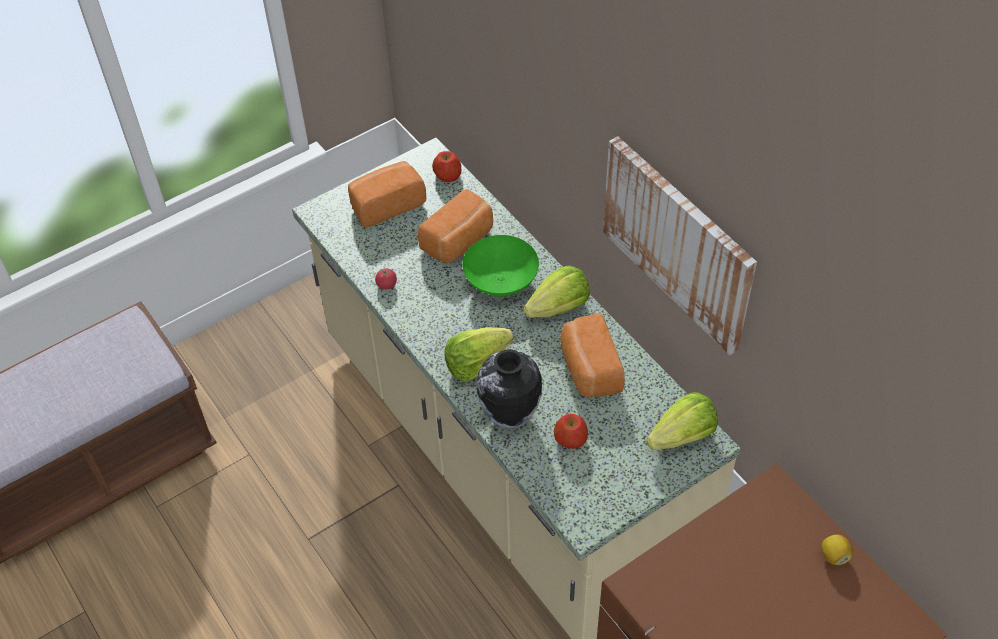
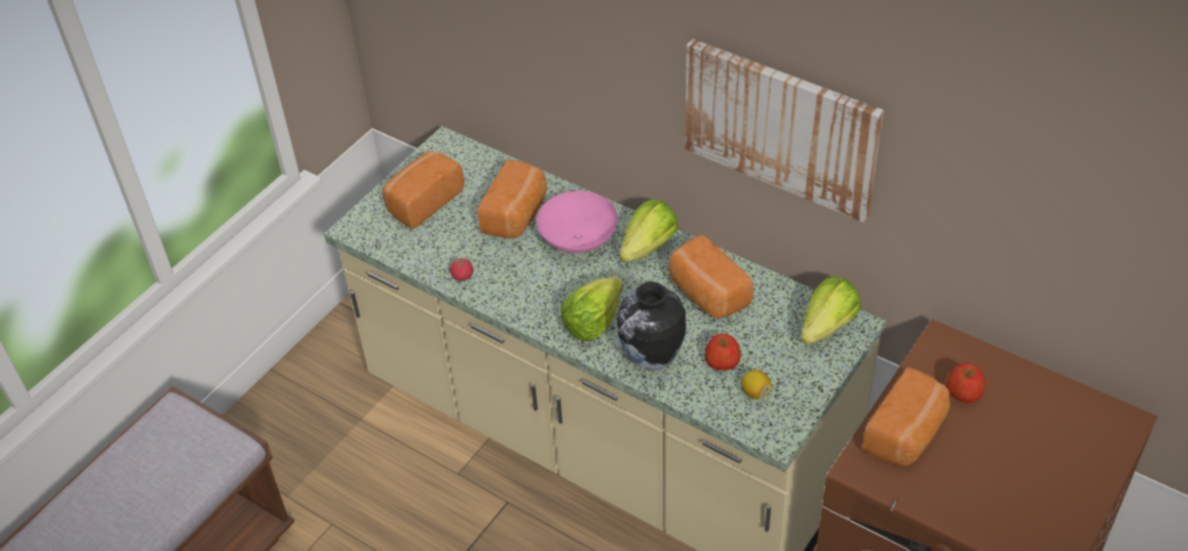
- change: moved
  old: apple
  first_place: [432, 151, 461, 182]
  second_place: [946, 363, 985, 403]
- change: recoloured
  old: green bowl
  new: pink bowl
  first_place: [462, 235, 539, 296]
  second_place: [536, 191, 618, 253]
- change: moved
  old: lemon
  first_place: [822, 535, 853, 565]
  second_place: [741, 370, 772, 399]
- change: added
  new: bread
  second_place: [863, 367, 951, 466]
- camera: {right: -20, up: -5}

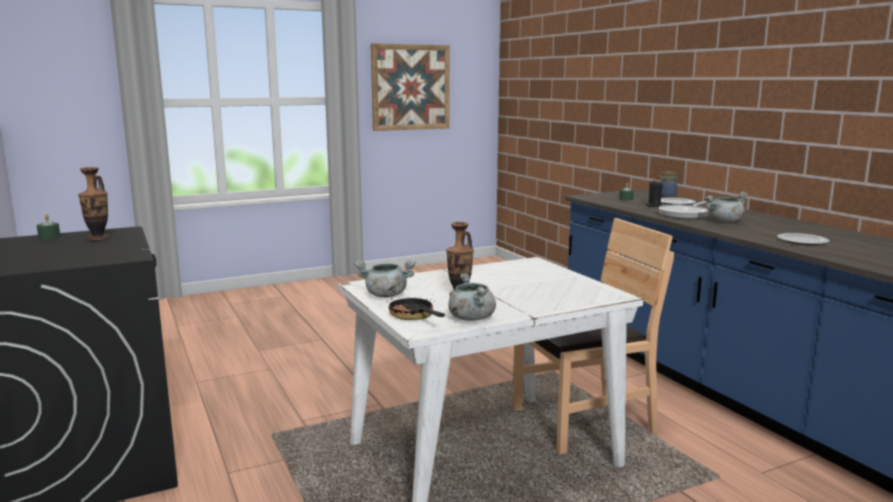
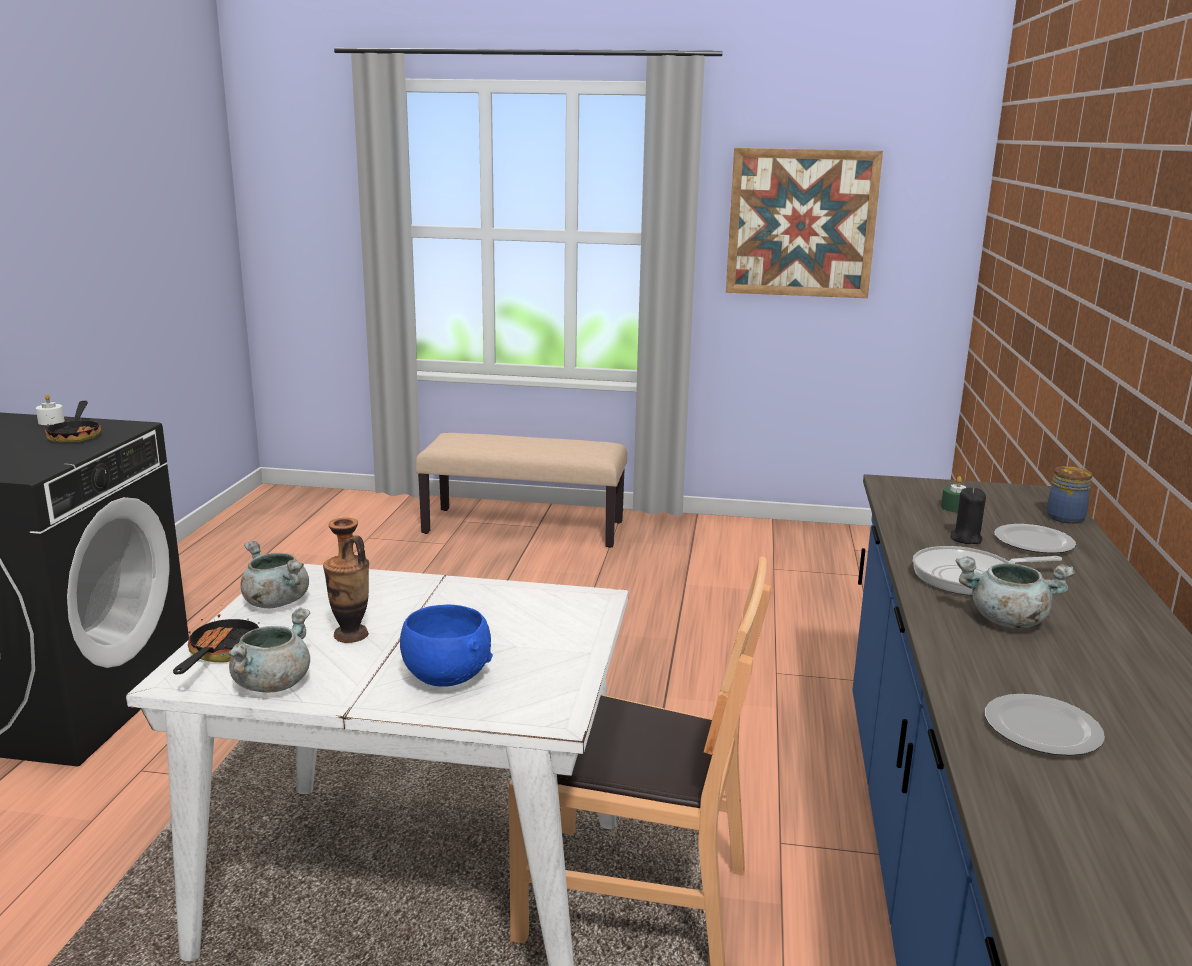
- change: recoloured
  old: green candle
  new: white candle
  first_place: [37, 214, 60, 239]
  second_place: [36, 394, 65, 425]
- change: replaced
  old: vase
  new: frying pan
  first_place: [78, 167, 110, 241]
  second_place: [45, 401, 101, 442]
- change: added
  new: blue bowl
  second_place: [400, 605, 493, 687]
- change: added
  new: beige bench
  second_place: [415, 433, 627, 548]
- camera: {right: 35, up: 5}

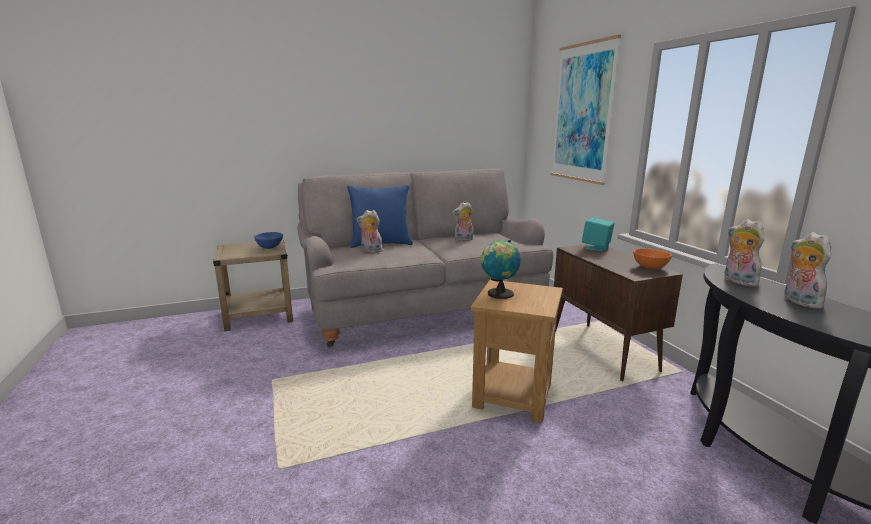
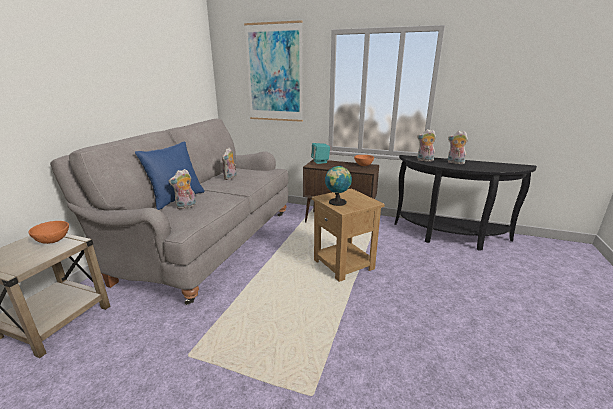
- change: recoloured
  old: blue bowl
  new: orange bowl
  first_place: [255, 232, 283, 249]
  second_place: [28, 221, 69, 244]
- camera: {right: -50, up: 5}

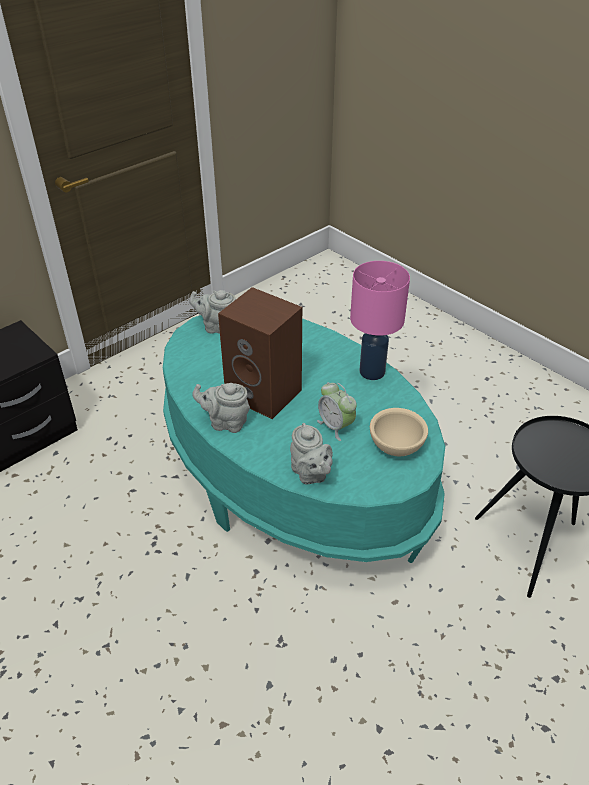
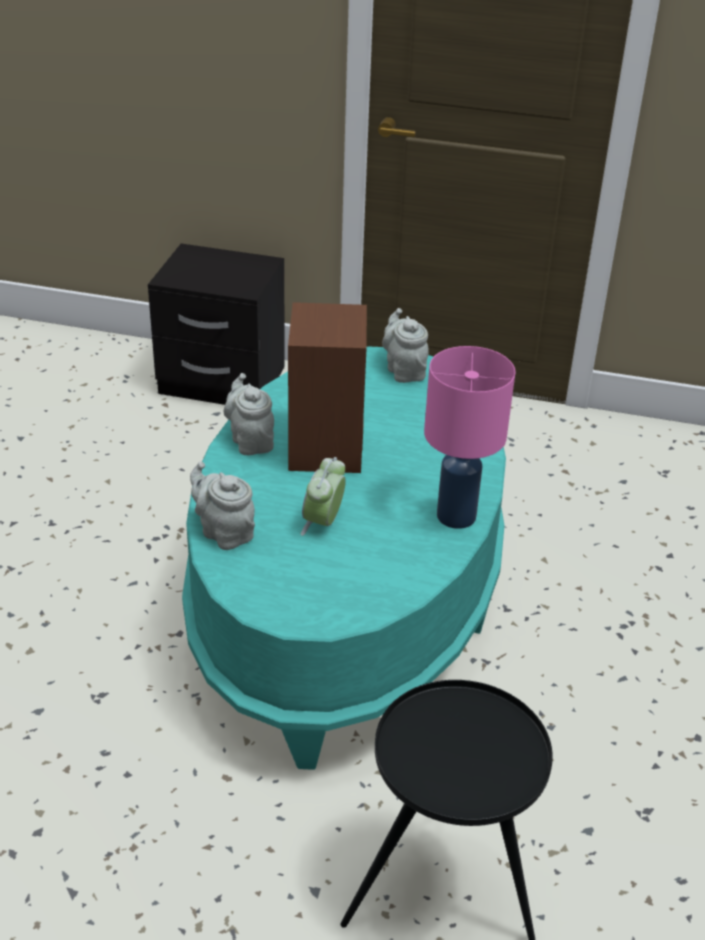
- change: turned
  old: grey teapot
  first_place: [290, 423, 333, 484]
  second_place: [190, 461, 255, 550]
  degrees: 105
- change: removed
  old: beige bowl
  first_place: [370, 408, 428, 456]
- camera: {right: 55, up: -5}

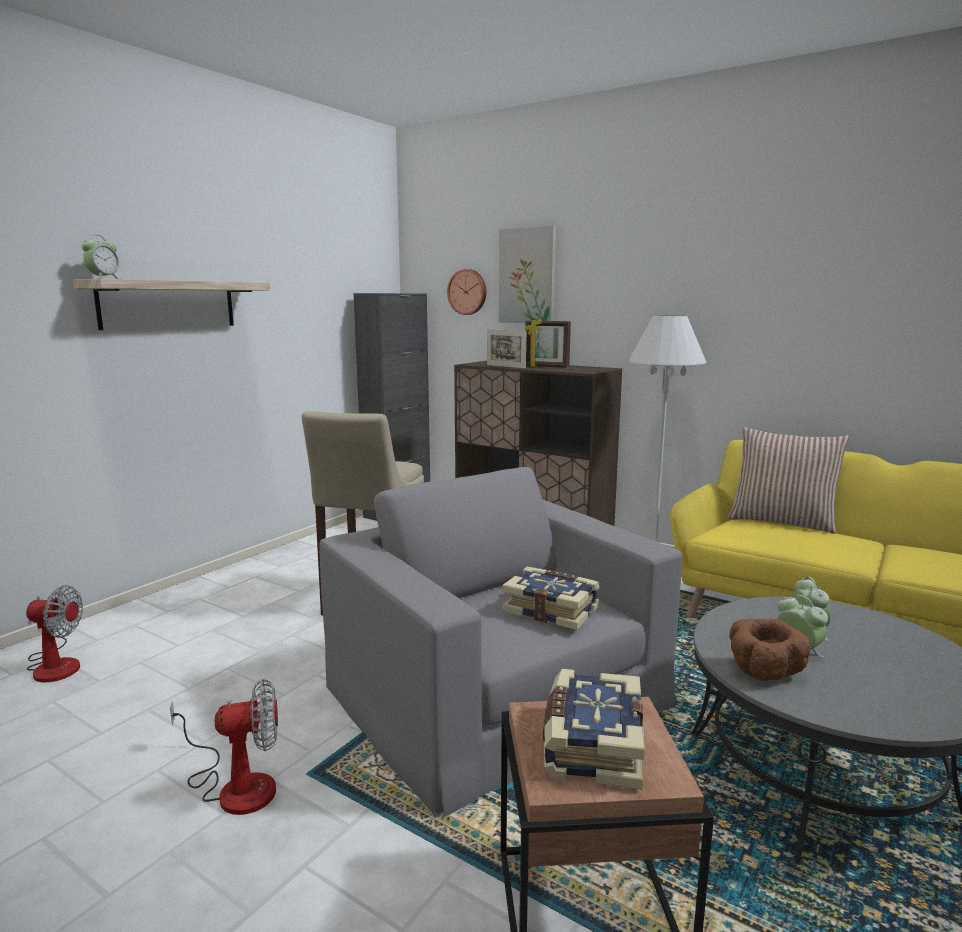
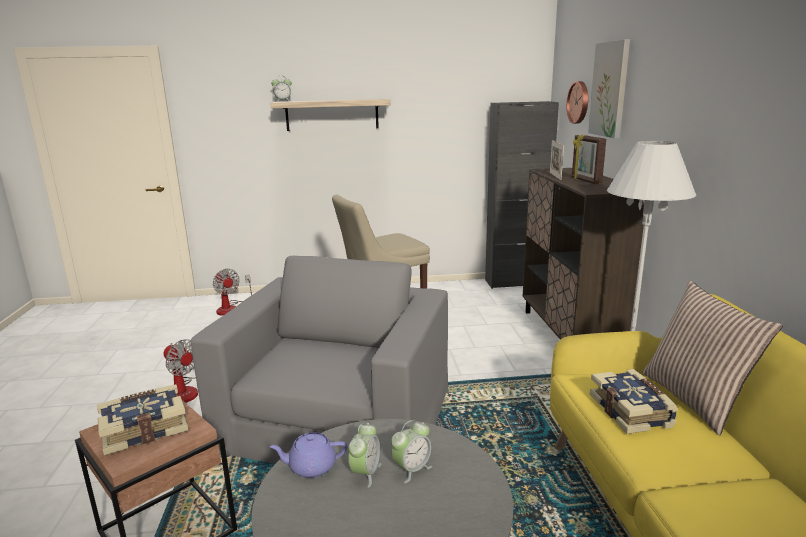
- change: moved
  old: book
  first_place: [502, 567, 599, 630]
  second_place: [590, 369, 678, 434]
- change: replaced
  old: brown bowl
  new: purple teapot
  first_place: [729, 619, 811, 681]
  second_place: [270, 432, 347, 478]
- camera: {right: 50, up: 5}

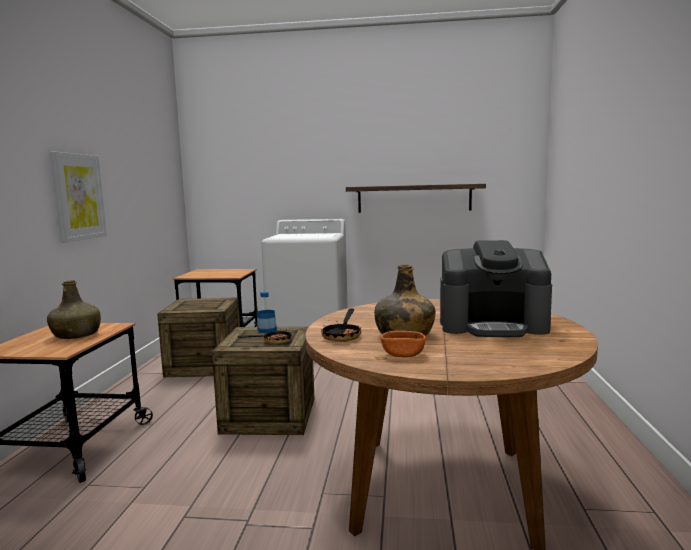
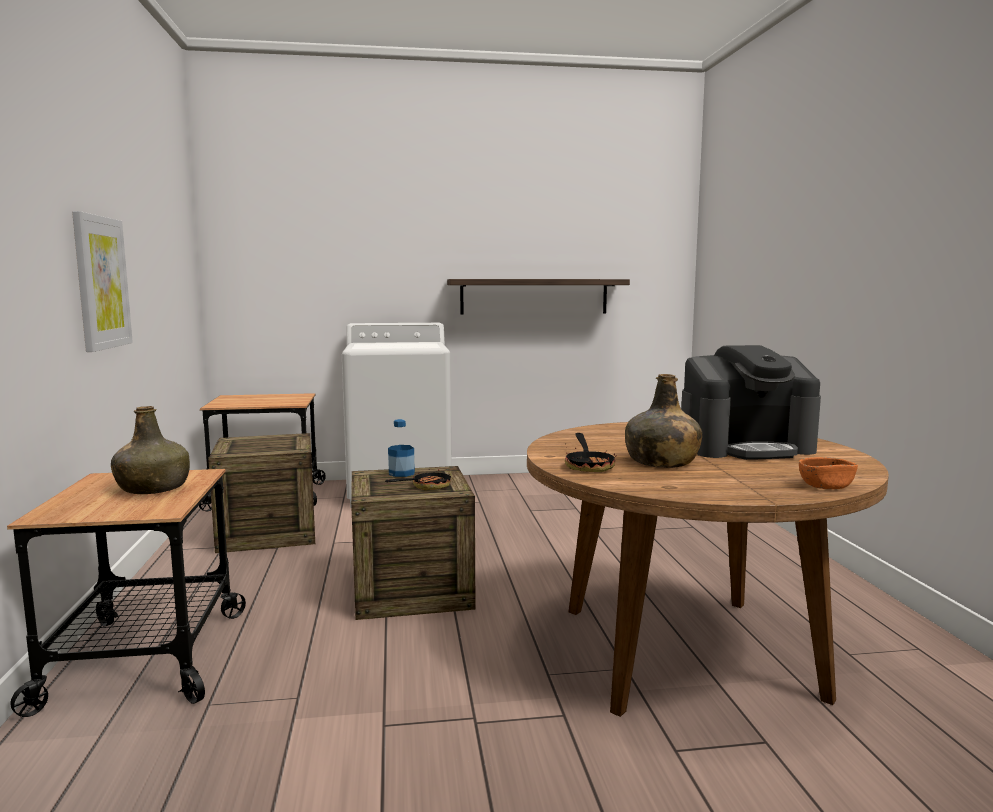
- change: moved
  old: orange bowl
  first_place: [381, 331, 426, 357]
  second_place: [799, 457, 858, 489]
- camera: {right: -15, up: 0}

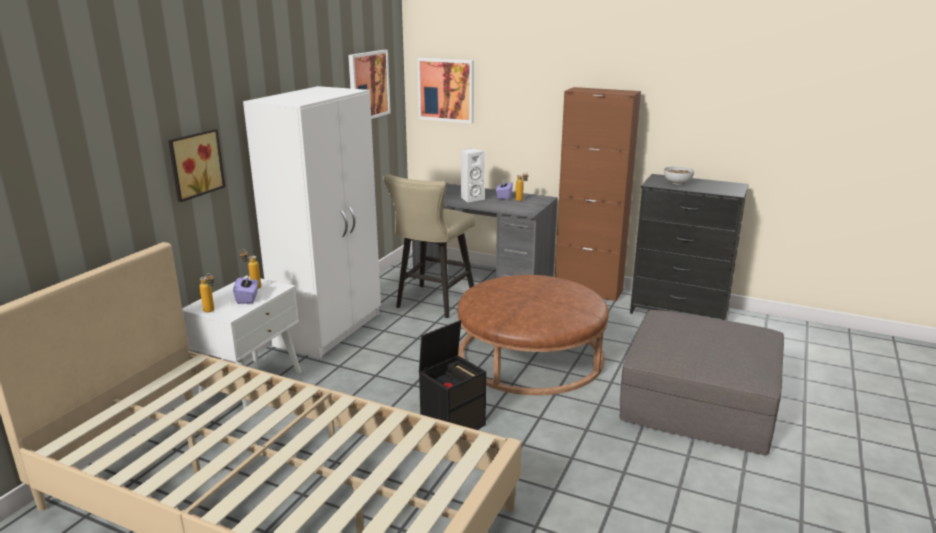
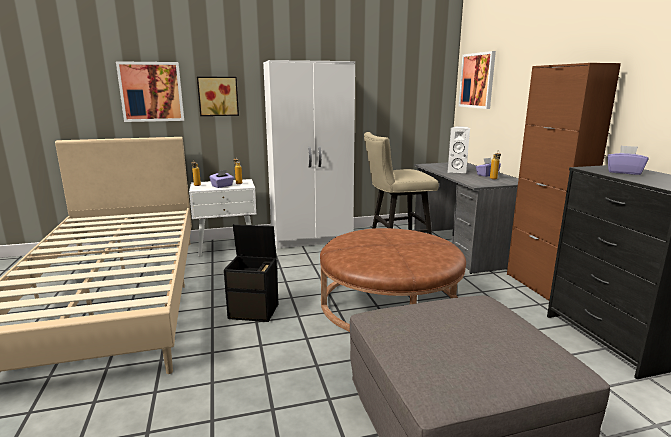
- change: moved
  old: picture
  first_place: [348, 50, 391, 119]
  second_place: [116, 61, 184, 122]
- change: replaced
  old: bowl
  new: purple tissue box
  first_place: [664, 166, 694, 185]
  second_place: [607, 146, 649, 175]
- camera: {right: 50, up: -5}

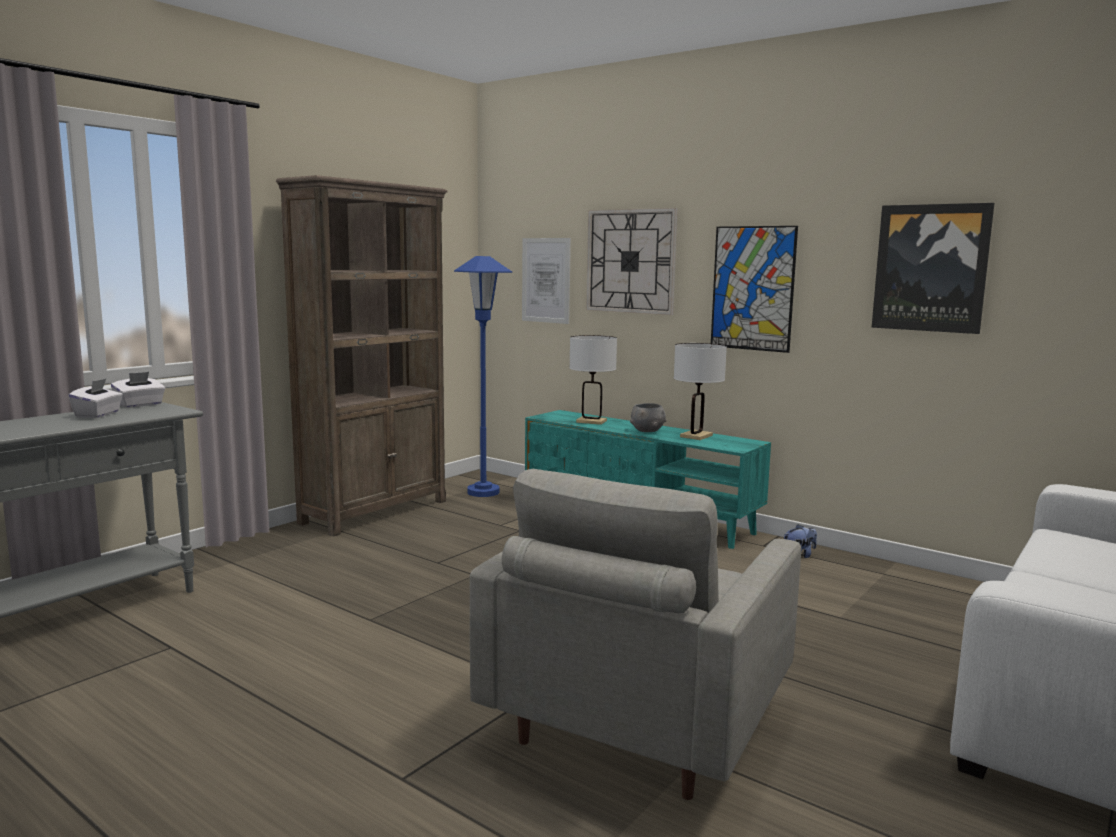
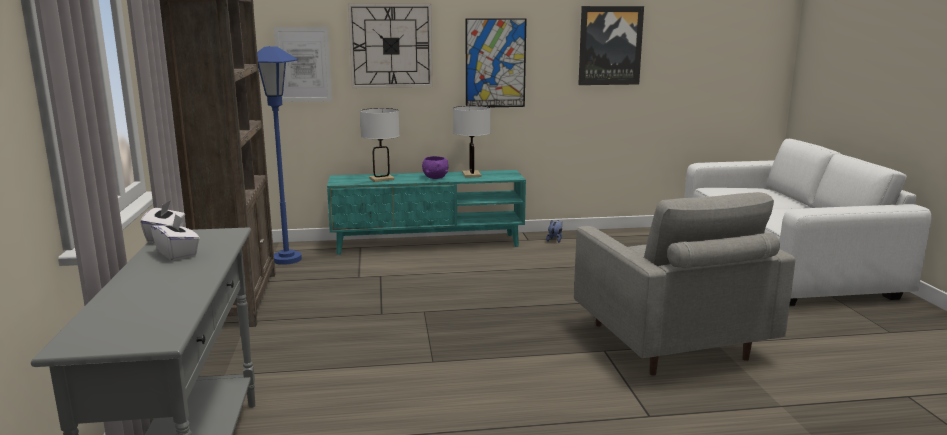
- change: recoloured
  old: grey bowl
  new: purple bowl
  first_place: [630, 403, 667, 432]
  second_place: [422, 156, 448, 179]
- camera: {right: -45, up: 5}

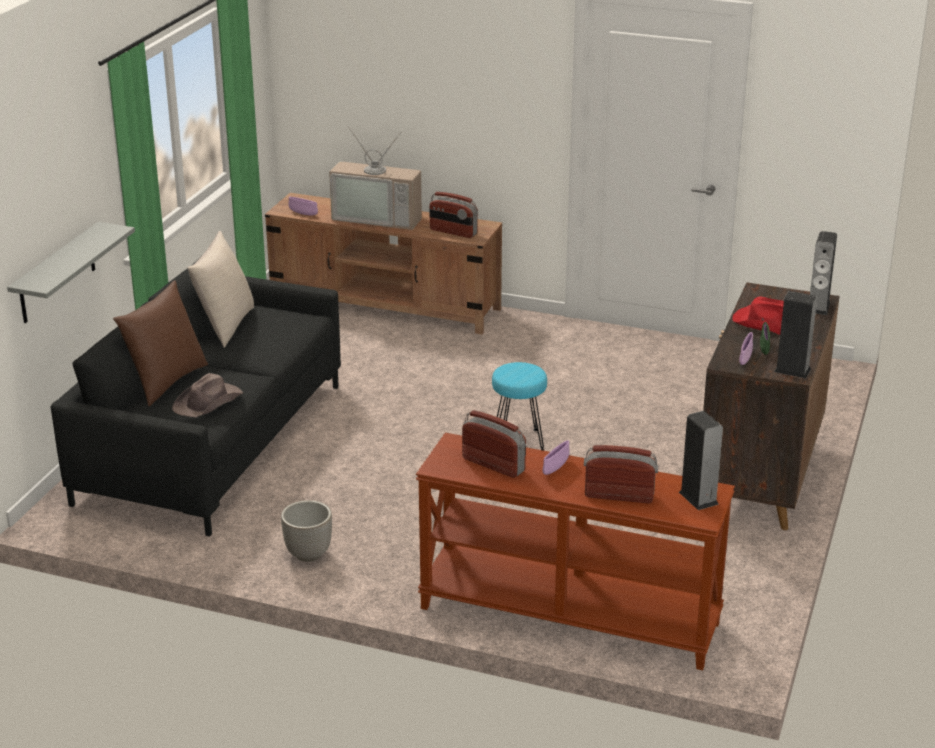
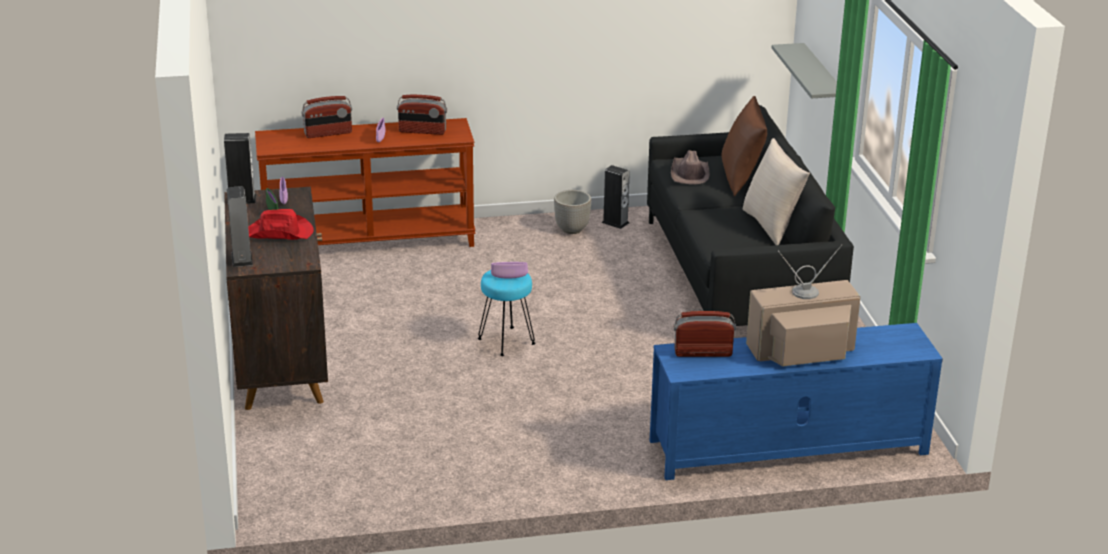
- change: recoloured
  old: brown tv stand
  new: blue tv stand
  first_place: [265, 193, 502, 335]
  second_place: [650, 323, 943, 480]
- change: moved
  old: purple bowl
  first_place: [289, 197, 318, 216]
  second_place: [491, 262, 528, 279]
- change: moved
  old: speaker
  first_place: [679, 411, 723, 510]
  second_place: [602, 165, 630, 229]
- camera: {right: 150, up: 0}

